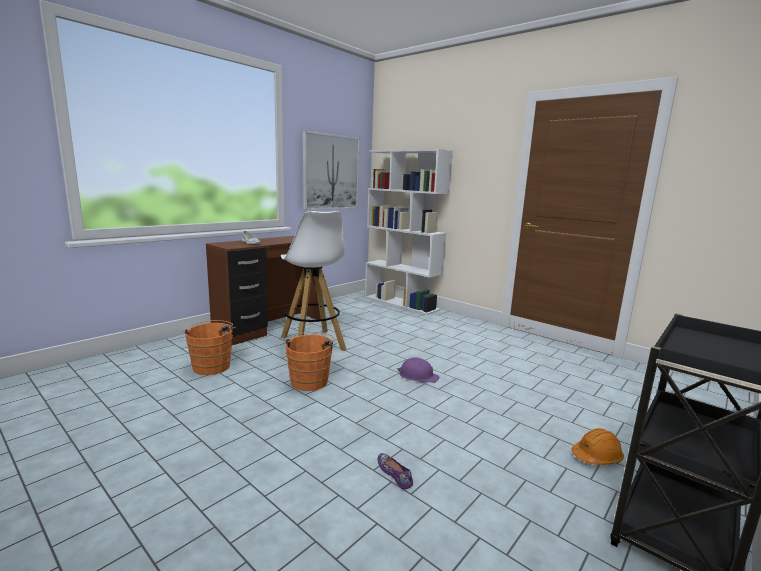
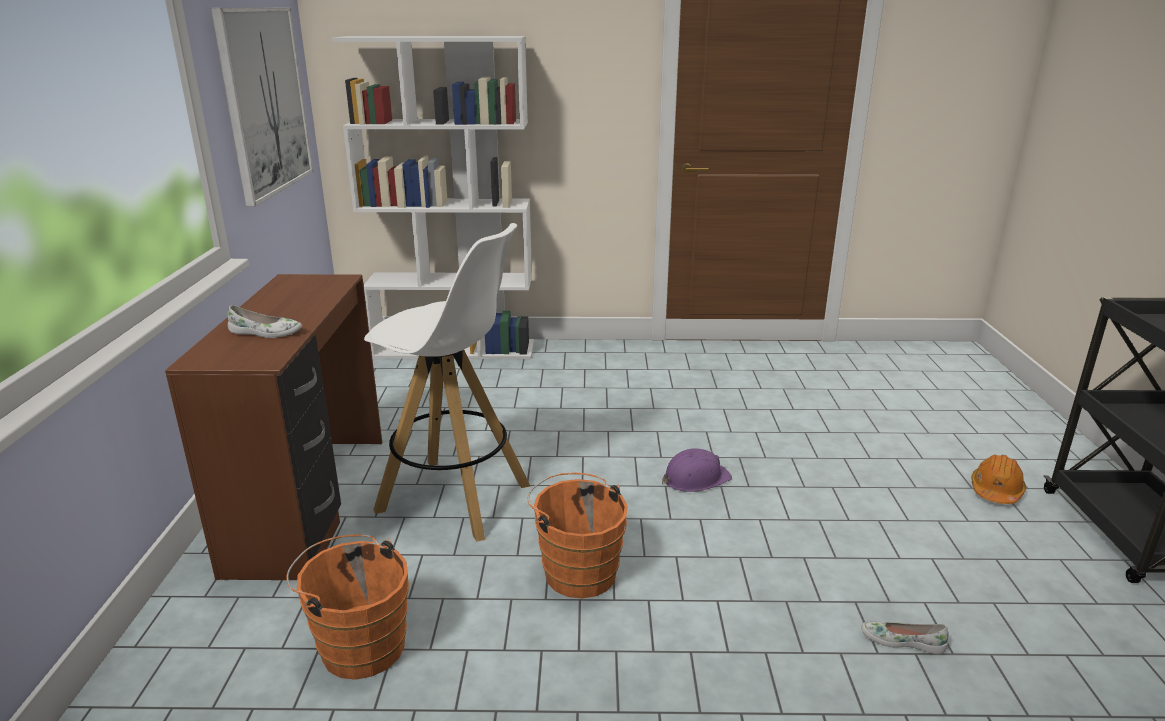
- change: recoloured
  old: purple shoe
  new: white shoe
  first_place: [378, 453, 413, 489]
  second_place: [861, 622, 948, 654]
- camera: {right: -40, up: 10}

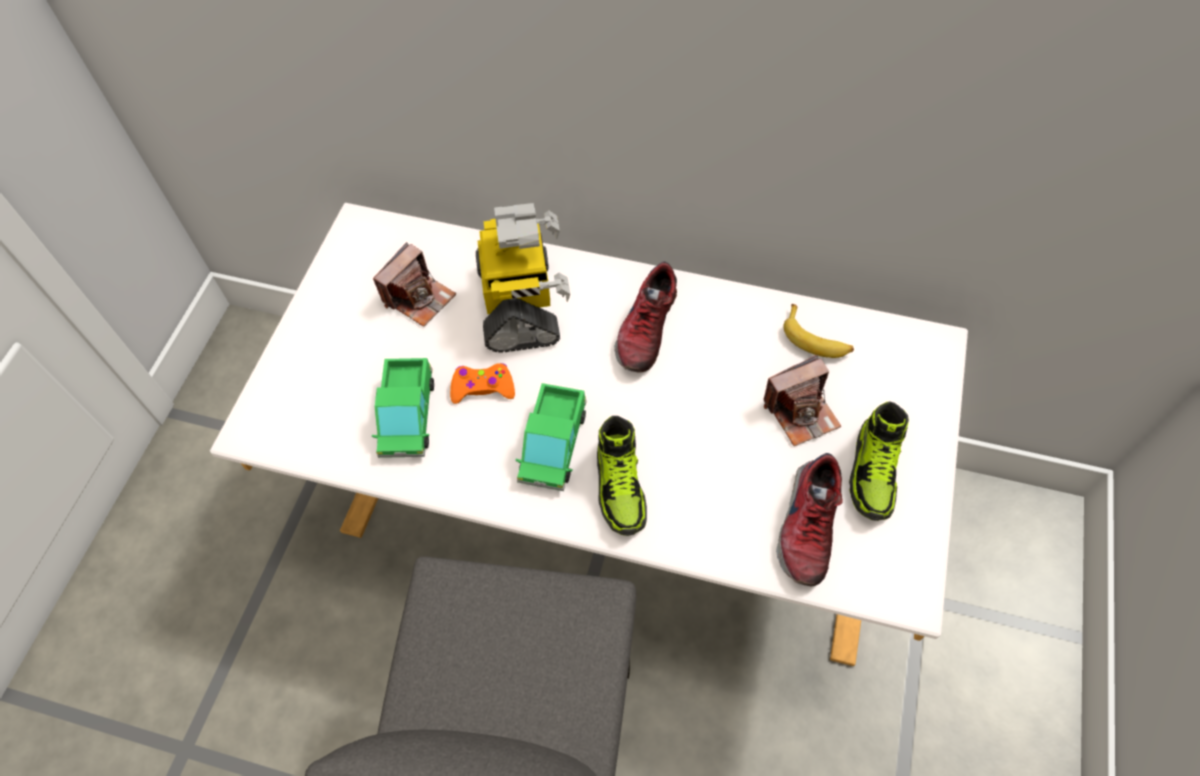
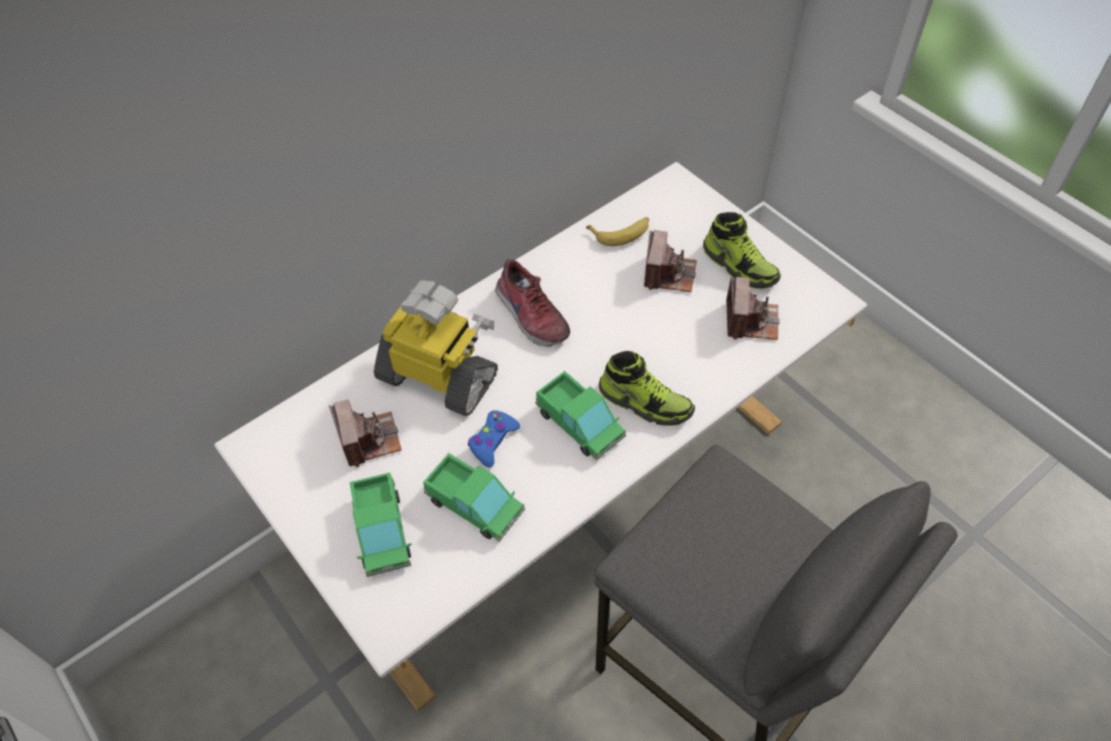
- change: recoloured
  old: orange game controller
  new: blue game controller
  first_place: [450, 363, 515, 404]
  second_place: [468, 410, 521, 467]
- change: replaced
  old: shoe
  new: photo camera
  first_place: [776, 453, 843, 586]
  second_place: [726, 277, 780, 340]
- change: added
  new: toy truck
  second_place: [349, 472, 412, 577]
- camera: {right: -55, up: -5}

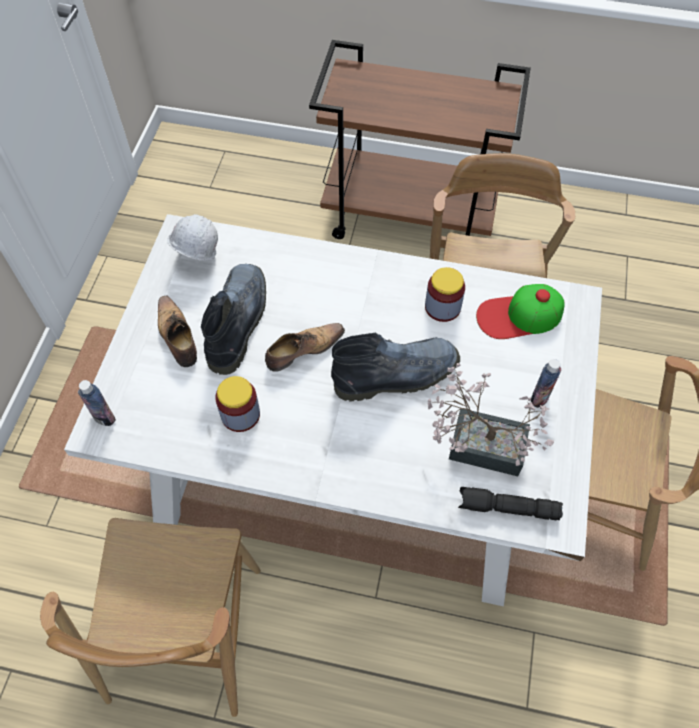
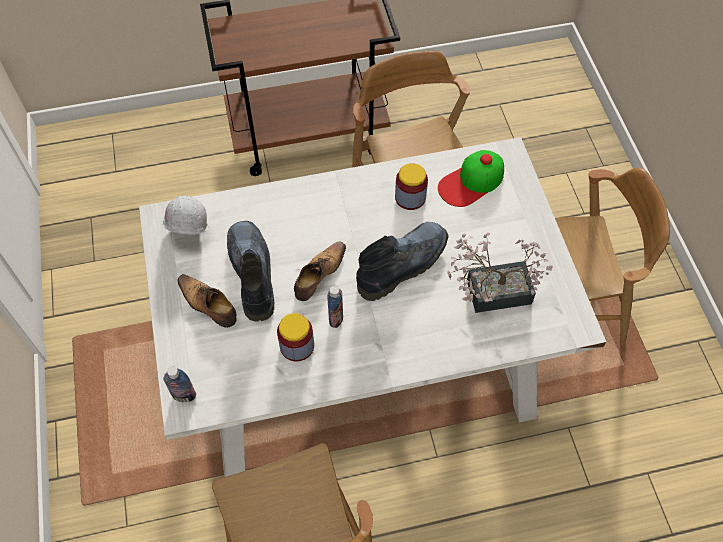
- change: removed
  old: black flashlight
  first_place: [458, 487, 563, 520]
- change: moved
  old: bottle
  first_place: [531, 359, 561, 408]
  second_place: [327, 286, 343, 328]
- camera: {right: -25, up: 0}

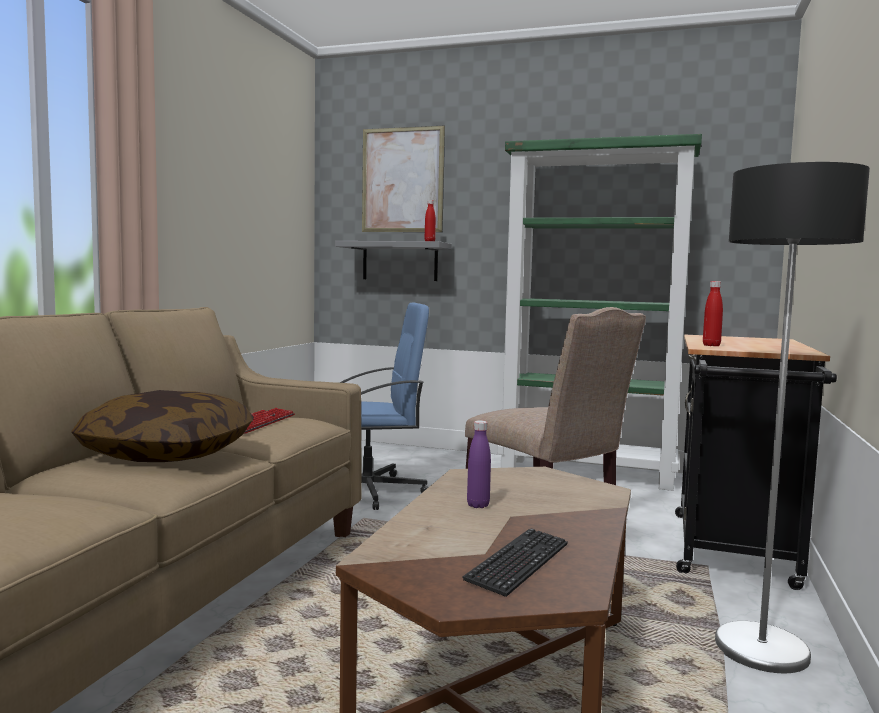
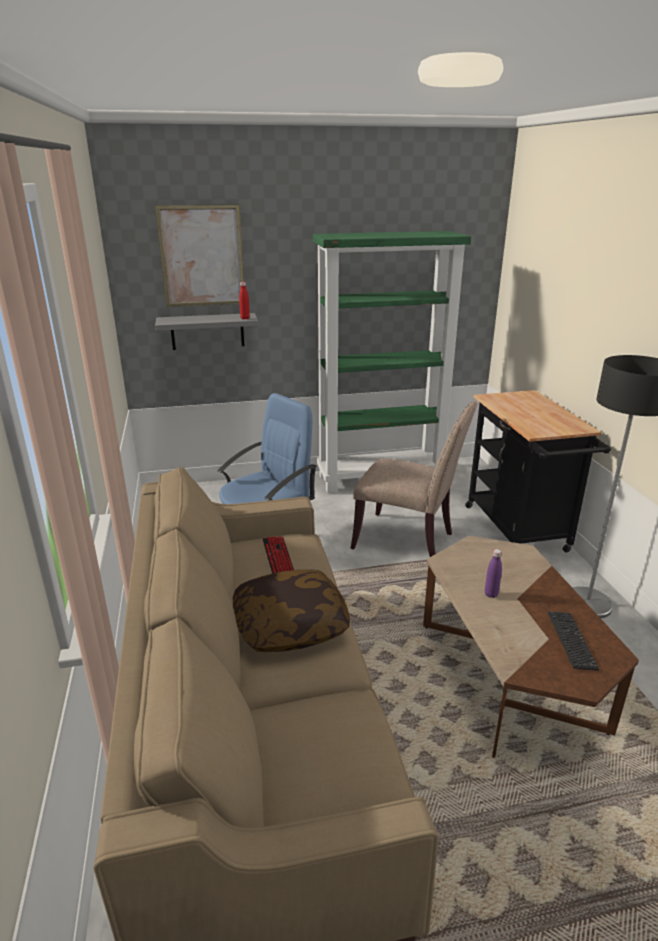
- change: removed
  old: red bottle
  first_place: [703, 281, 723, 346]
- camera: {right: -30, up: 20}

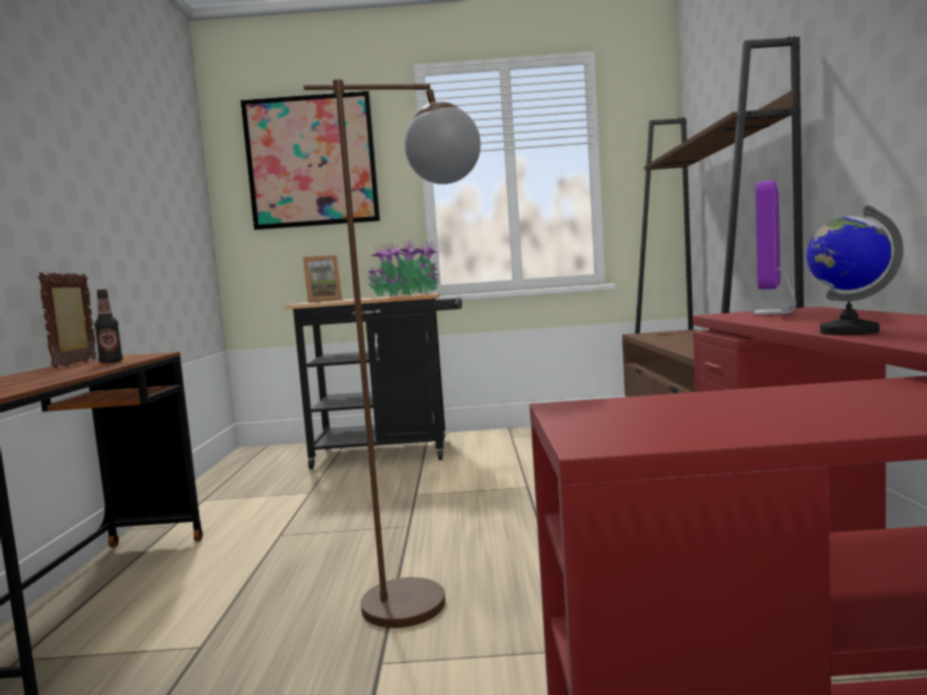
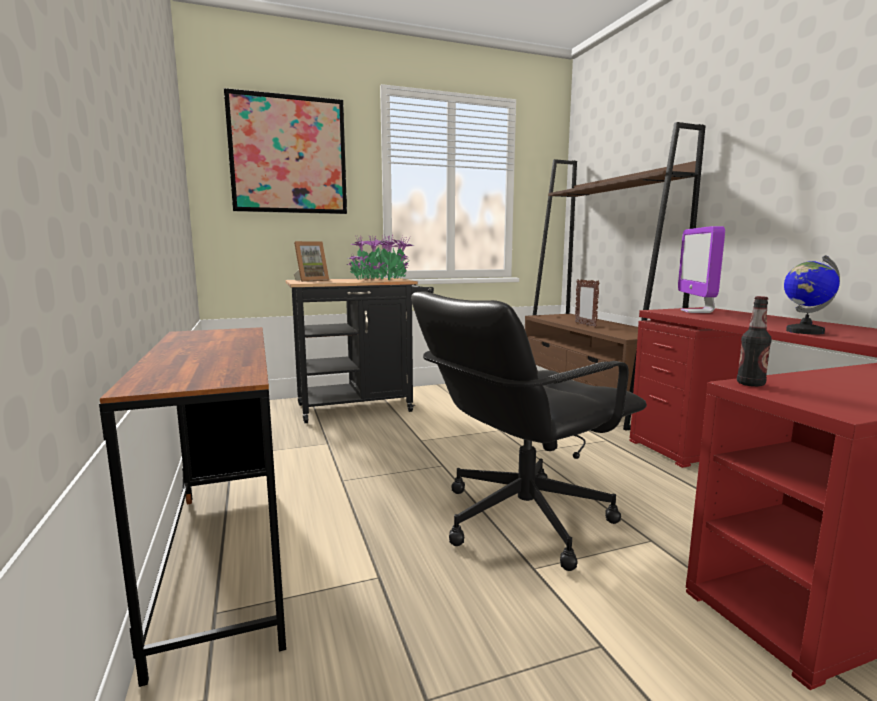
- change: moved
  old: picture frame
  first_place: [38, 272, 97, 368]
  second_place: [575, 279, 600, 327]
- change: moved
  old: bottle
  first_place: [94, 289, 123, 363]
  second_place: [737, 296, 772, 387]
- change: replaced
  old: brown floor lamp
  new: black office chair
  first_place: [303, 79, 481, 628]
  second_place: [411, 291, 647, 571]
- camera: {right: -20, up: 5}

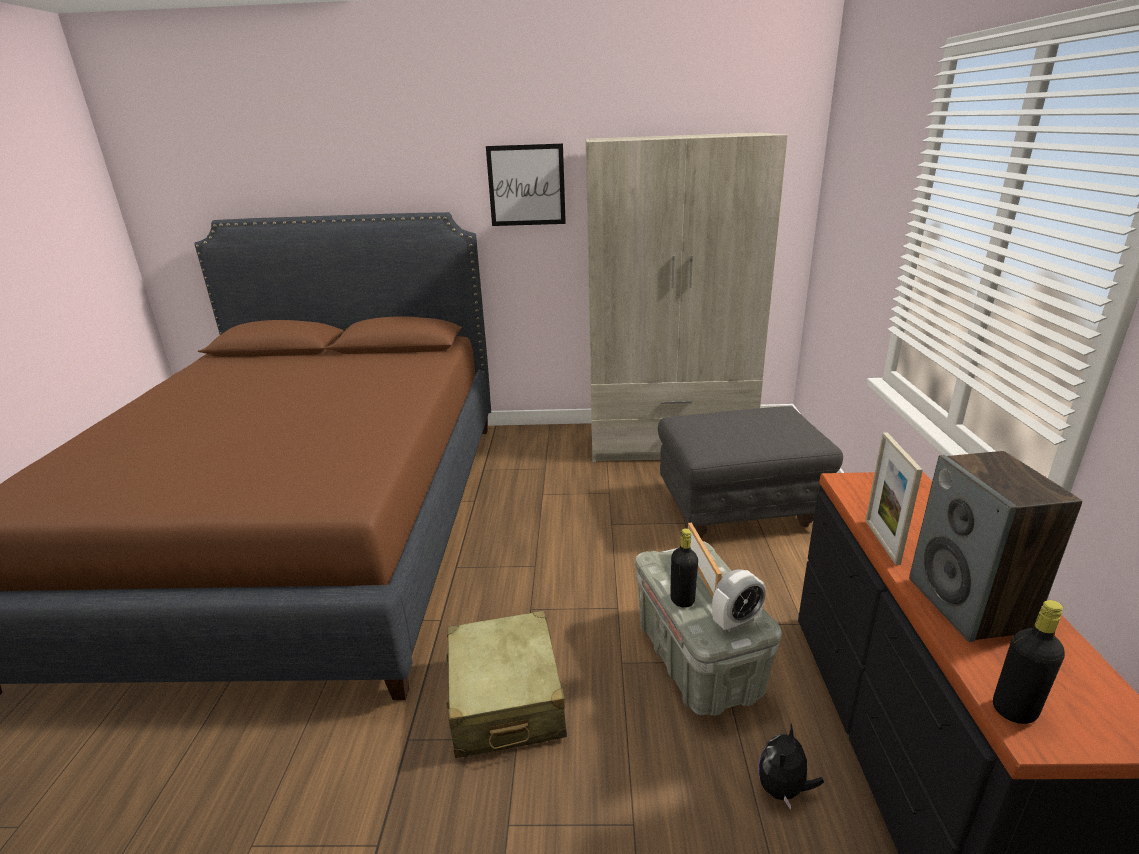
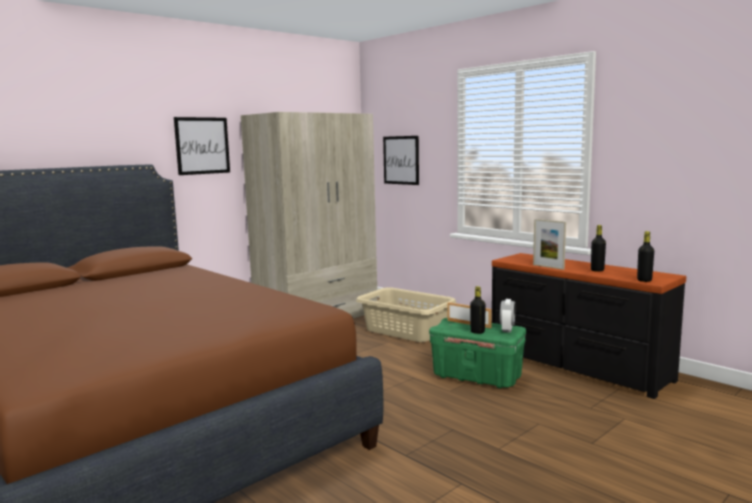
- change: removed
  old: beige suitcase
  first_place: [445, 611, 567, 758]
- change: recoloured
  old: grey storage box
  new: green storage box
  first_place: [635, 541, 782, 716]
  second_place: [429, 318, 526, 388]
- change: replaced
  old: grey ottoman
  new: beige laundry basket
  first_place: [658, 406, 843, 539]
  second_place: [356, 287, 456, 342]
- change: removed
  old: plush toy
  first_place: [758, 724, 824, 810]
- change: replaced
  old: speaker
  new: black bottle
  first_place: [909, 451, 1082, 642]
  second_place: [591, 225, 606, 272]
- change: added
  new: picture
  second_place: [383, 136, 419, 185]
- camera: {right: -45, up: -15}

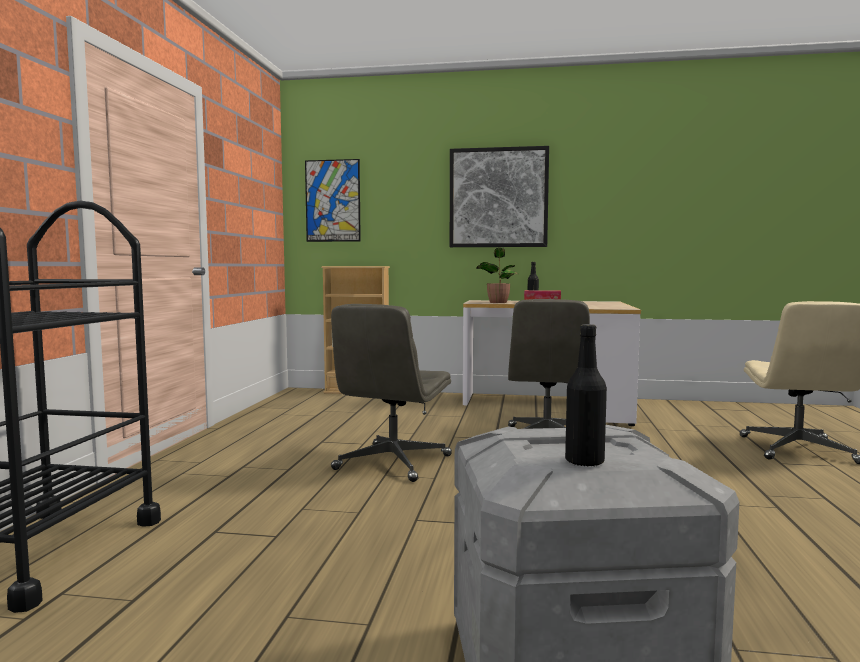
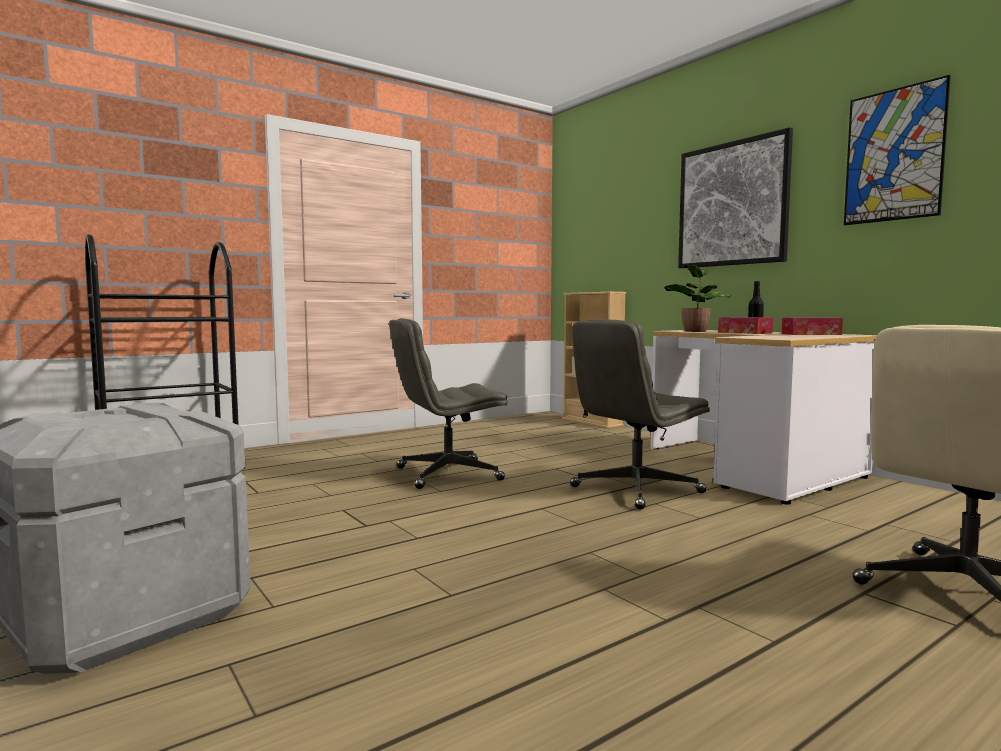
- change: moved
  old: picture
  first_place: [305, 159, 361, 242]
  second_place: [844, 75, 951, 225]
- change: removed
  old: black bottle
  first_place: [565, 324, 607, 466]
- change: added
  new: tissue box
  second_place: [781, 318, 843, 335]
- camera: {right: 45, up: 0}

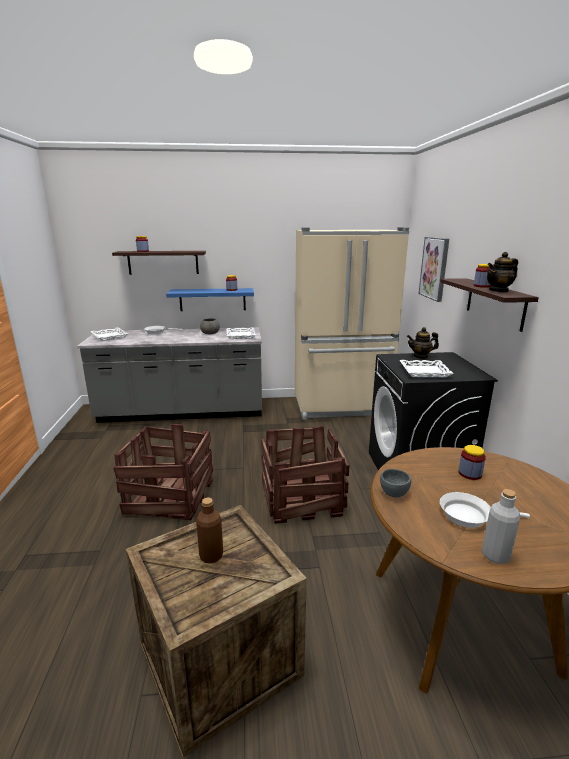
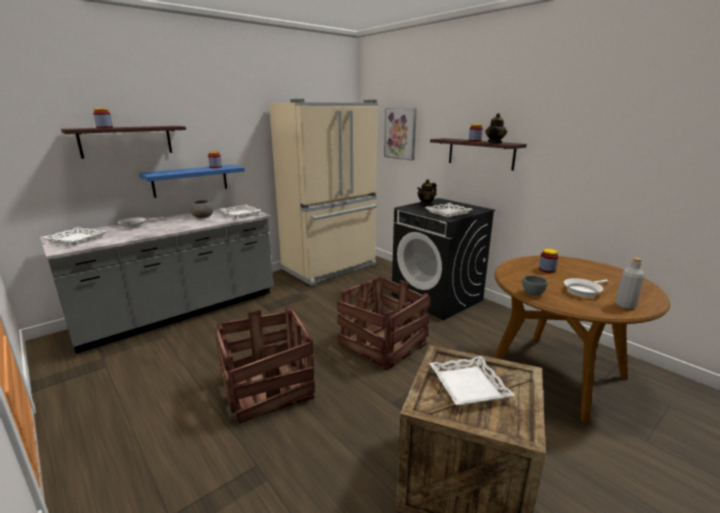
- change: replaced
  old: brown bottle
  new: white tray
  first_place: [196, 497, 223, 563]
  second_place: [429, 356, 515, 406]
- camera: {right: -35, up: 0}

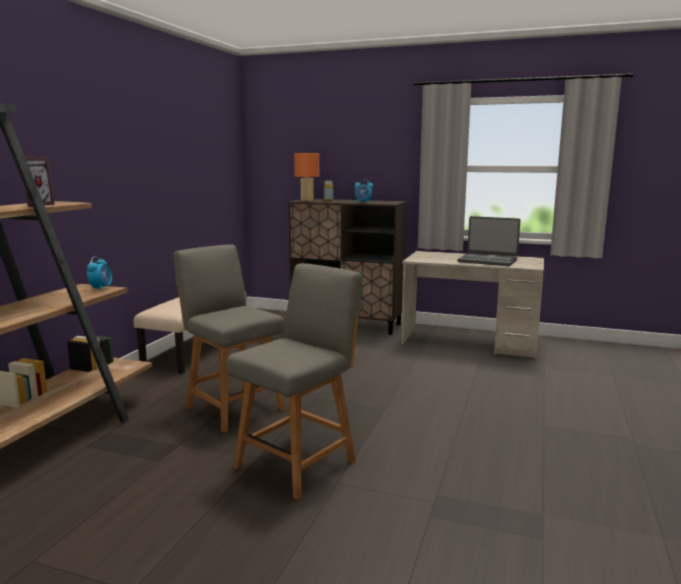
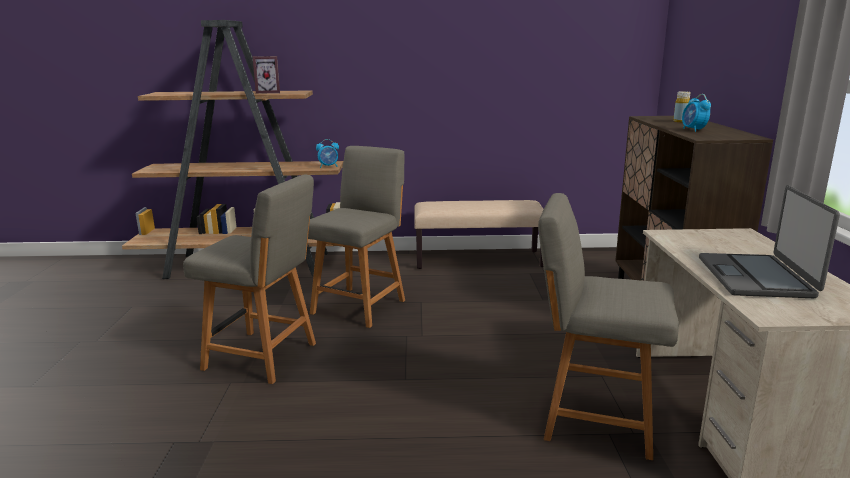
- change: removed
  old: orange table lamp
  first_place: [294, 153, 319, 201]
- change: added
  new: grey chair
  second_place: [538, 193, 679, 460]
- camera: {right: 70, up: 5}

